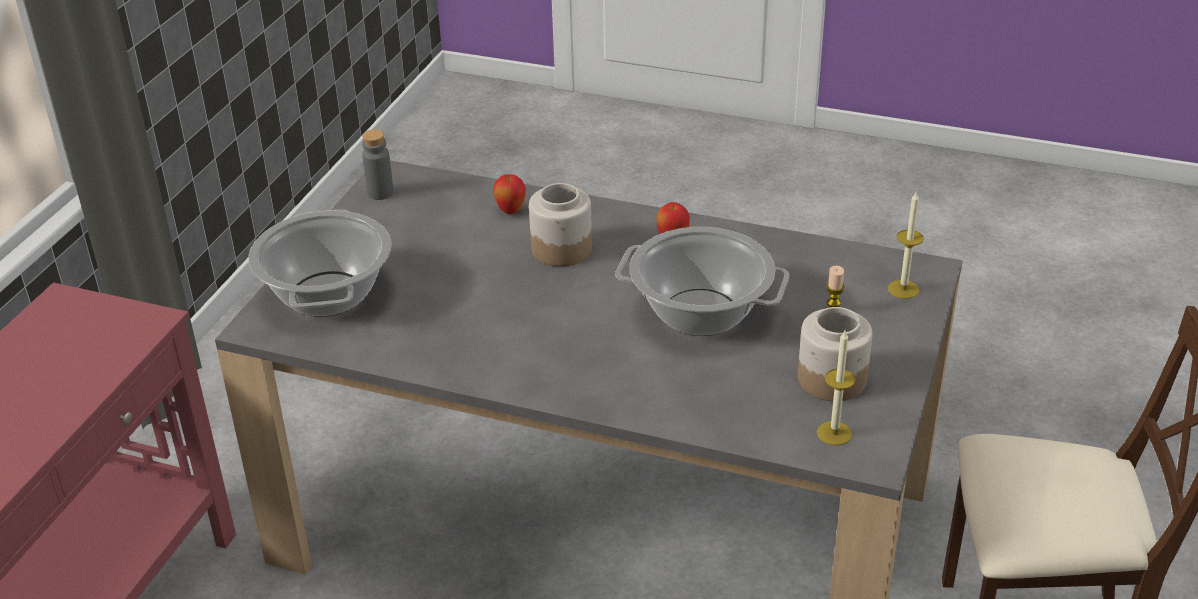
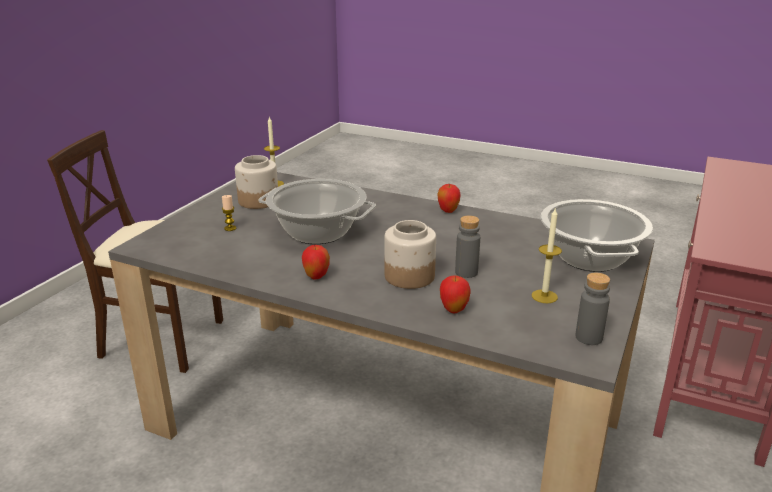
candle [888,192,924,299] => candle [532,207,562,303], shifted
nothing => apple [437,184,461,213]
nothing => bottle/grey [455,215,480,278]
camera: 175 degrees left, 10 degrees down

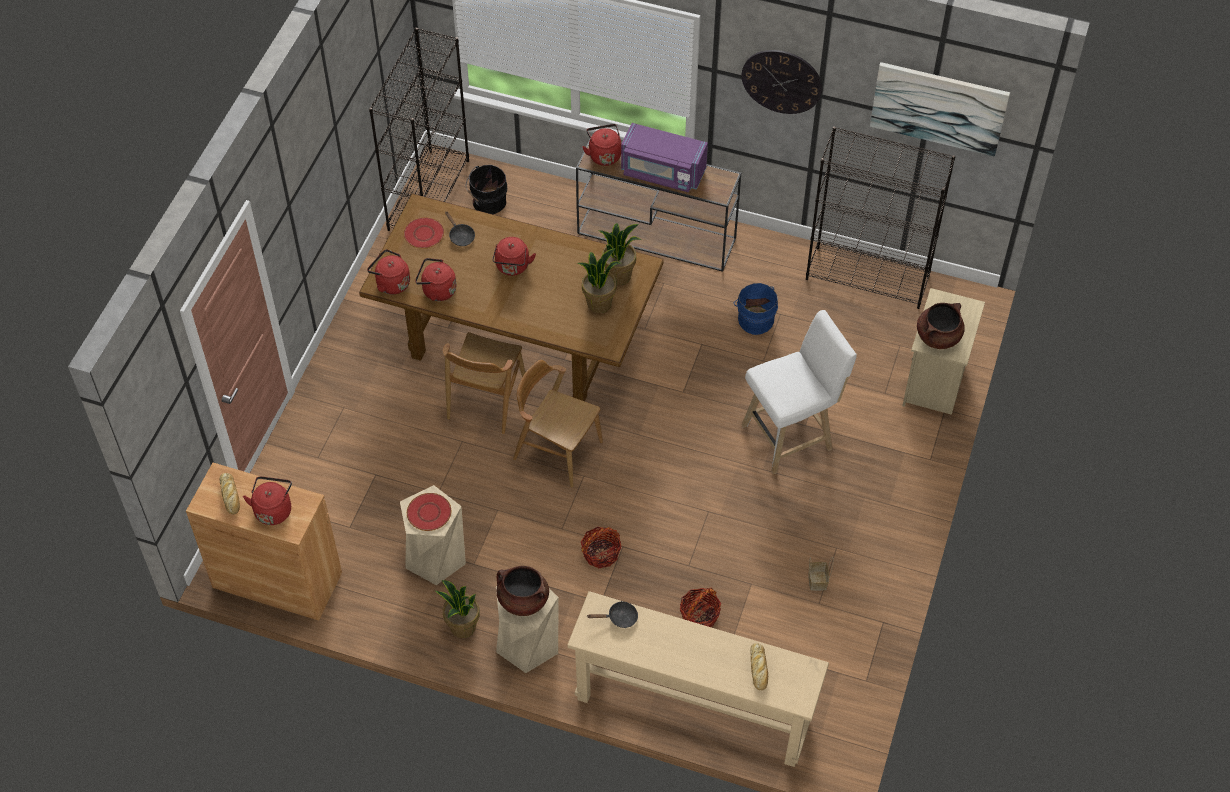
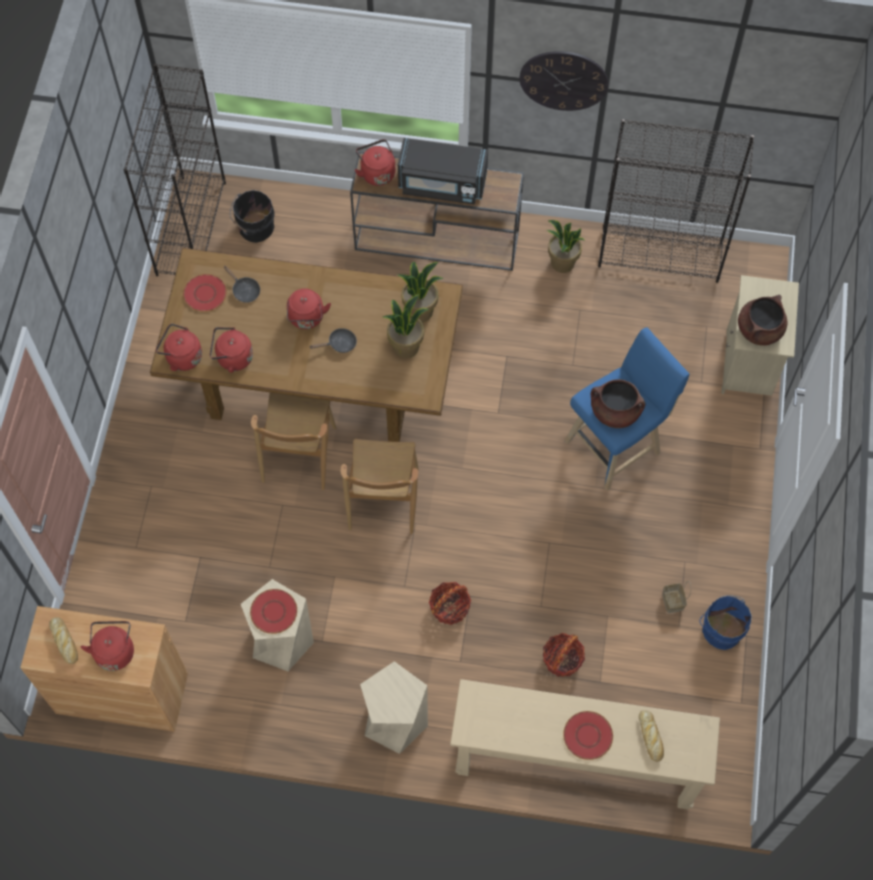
picture [870,62,1010,157] => nothing
microwave/purple [621,123,708,192] => microwave/black [398,138,488,204]
bucket/blue [734,283,778,335] => bucket/blue [700,595,752,650], shifted
stool/white [741,310,857,474] => stool/blue [564,328,689,491]
chair/brown [513,360,603,487] => chair/brown [341,439,419,534], 105 degrees counterclockwise
cooking pot/brown [496,566,549,616] => cooking pot/brown [590,379,645,428], shifted
potted plant [435,580,480,638] => potted plant [547,220,584,273], shifted
frying pan/black [587,601,638,628] => frying pan/black [310,328,357,353], shifted
nothing => plate/red [563,711,613,760]
camera: 10 degrees left, 10 degrees up

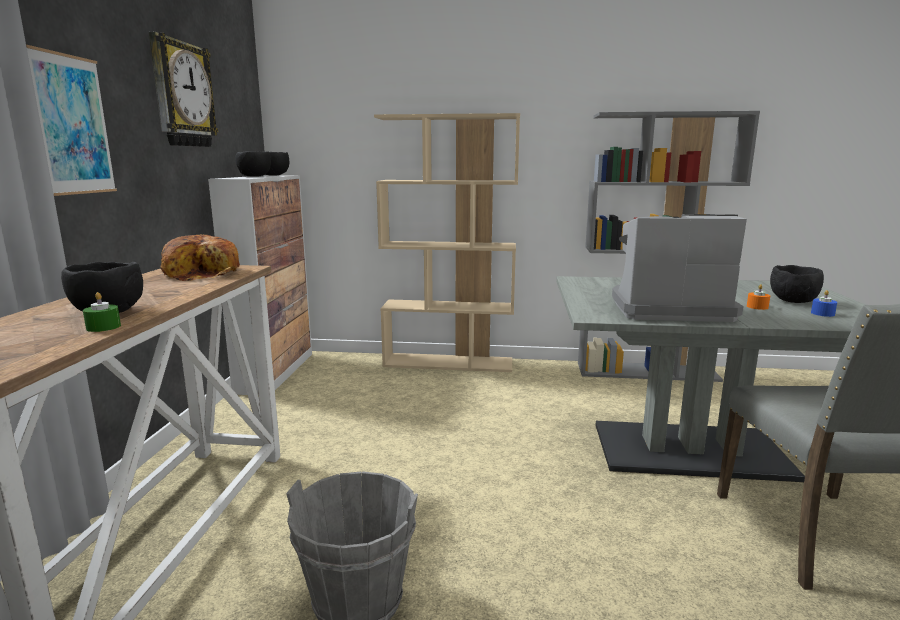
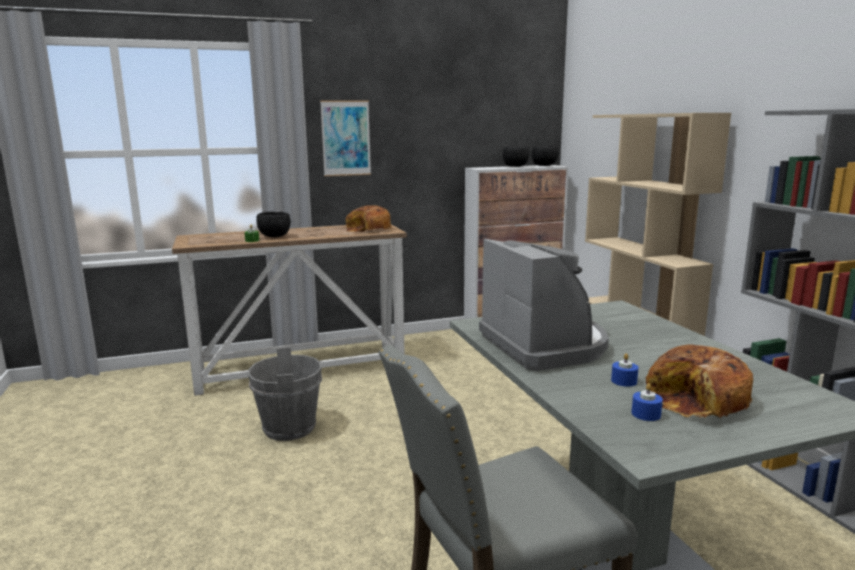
wall clock [149,32,219,147] => nothing
bowl/black [770,265,824,303] => bread [646,344,753,419]
candle/orange [747,284,770,310] => candle/blue [611,353,638,387]
camera: 65 degrees right, 0 degrees up

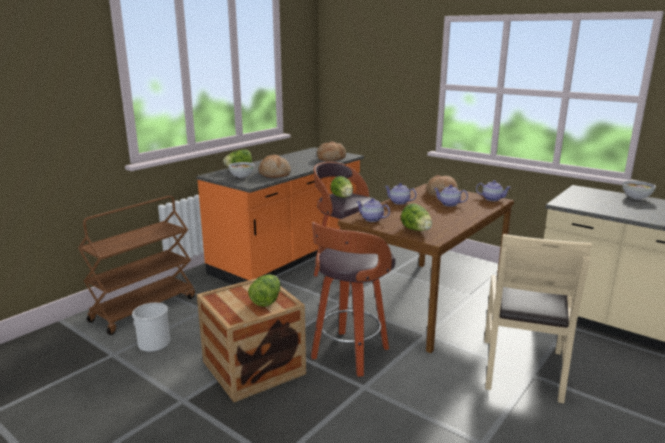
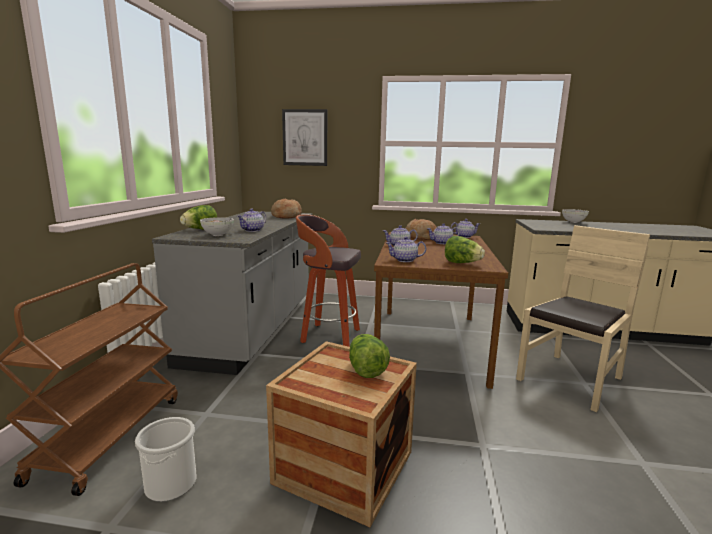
counter/orange [196,147,364,285] => counter/grey [152,211,312,375]
bread [258,155,291,178] => teapot [237,208,266,232]
lettuce [331,176,353,198] => nothing
stool [311,222,396,377] => nothing
chair/beige [484,234,592,403] => chair/beige [516,225,650,412], 120 degrees counterclockwise
nothing => picture [282,109,327,166]
camera: 30 degrees left, 5 degrees down

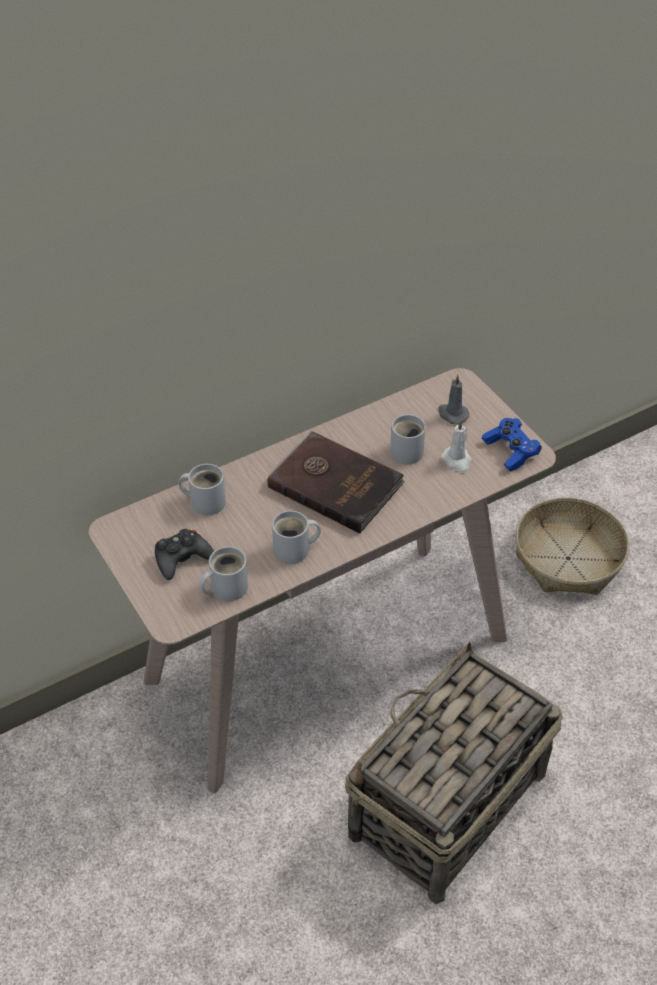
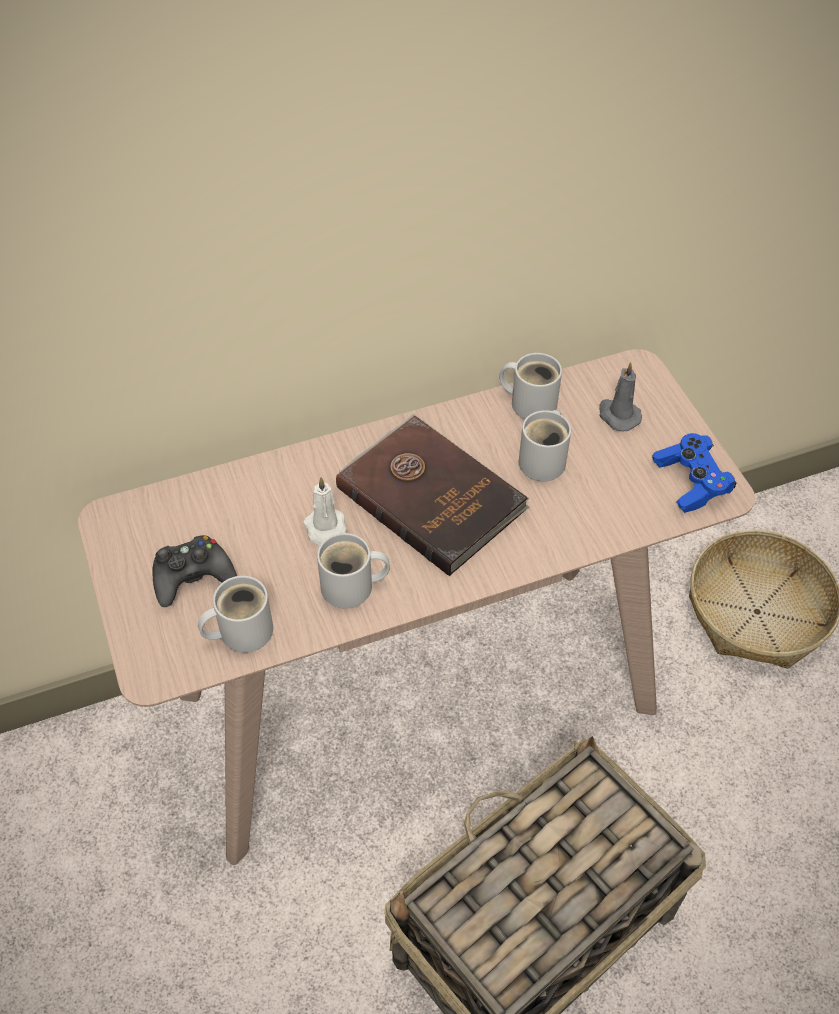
candle/white [441,420,472,473] => candle/white [303,477,347,546], shifted
mug/white [178,464,226,515] => mug/white [499,353,562,419], shifted
camera: 10 degrees right, 5 degrees up

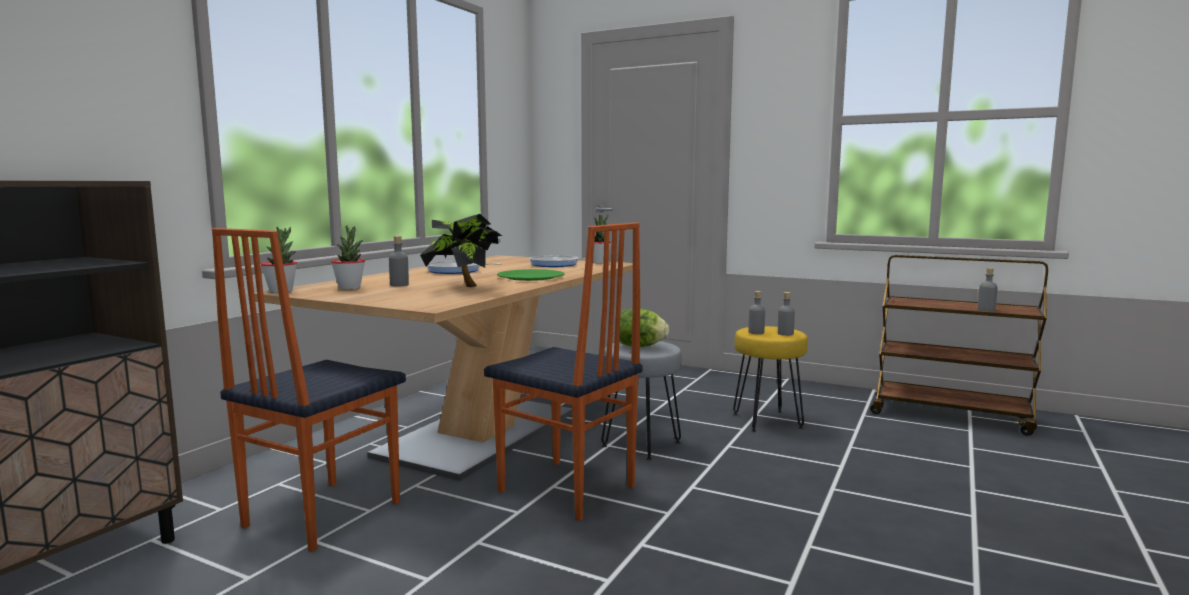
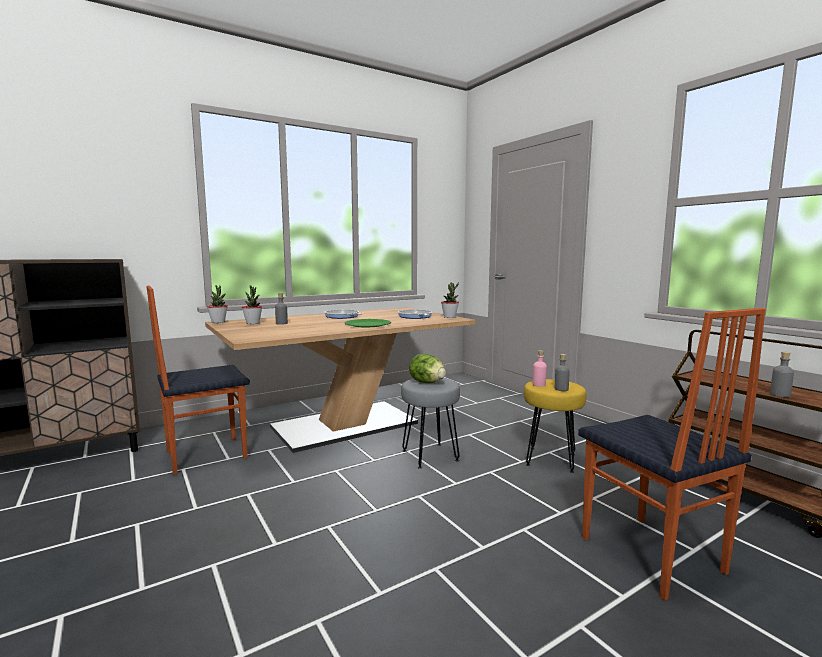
potted plant [420,214,502,287] => nothing
chair [484,222,642,521] => chair [578,308,766,601], shifted
bottle/grey [748,291,765,334] => bottle/pink [532,350,547,387]
camera: 30 degrees right, 0 degrees up

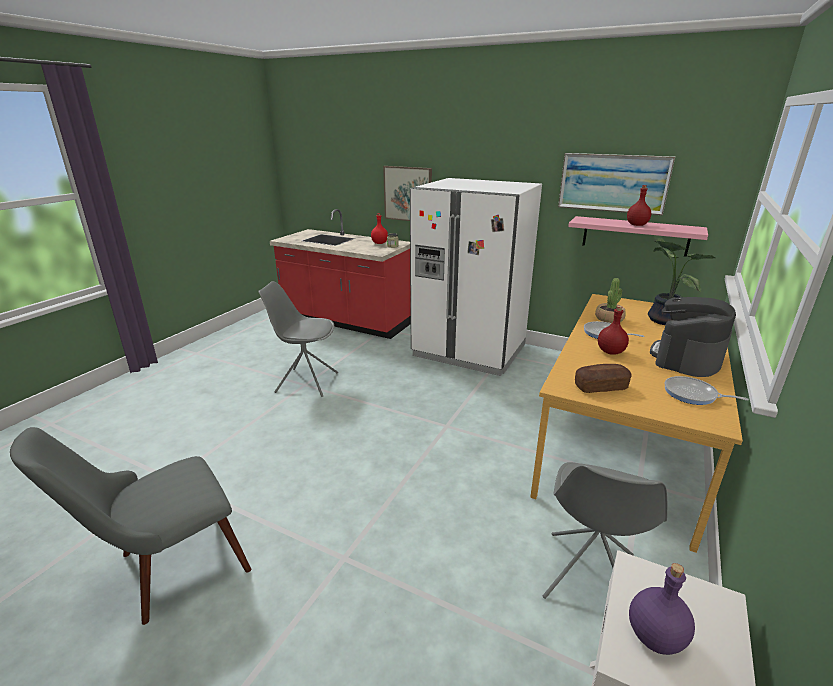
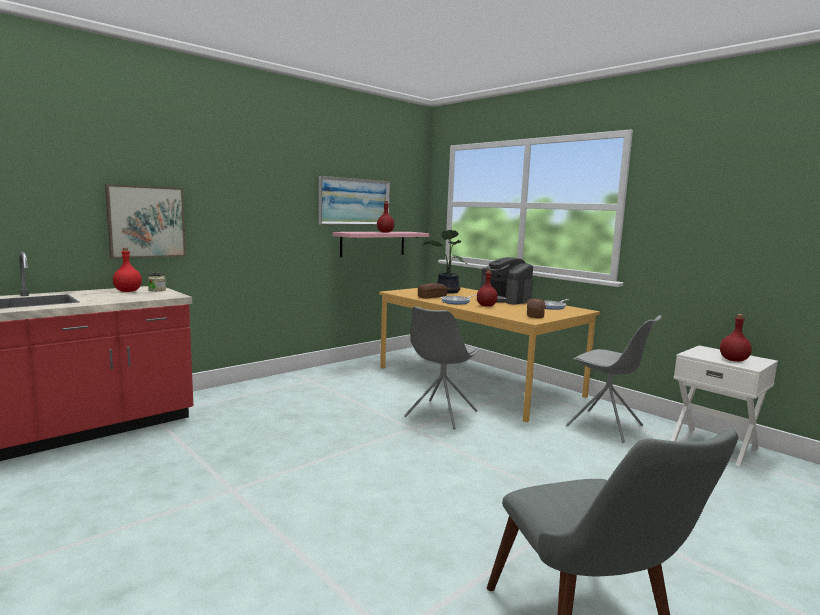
fridge/white [410,178,542,376] => nothing
potted plant [595,278,626,323] => bread [418,283,447,299]
chair/grey [258,281,338,397] => chair/grey [404,306,479,429], shifted
bottle/purple [629,563,695,655] => bottle/red [720,314,752,362]
camera: 70 degrees left, 15 degrees down

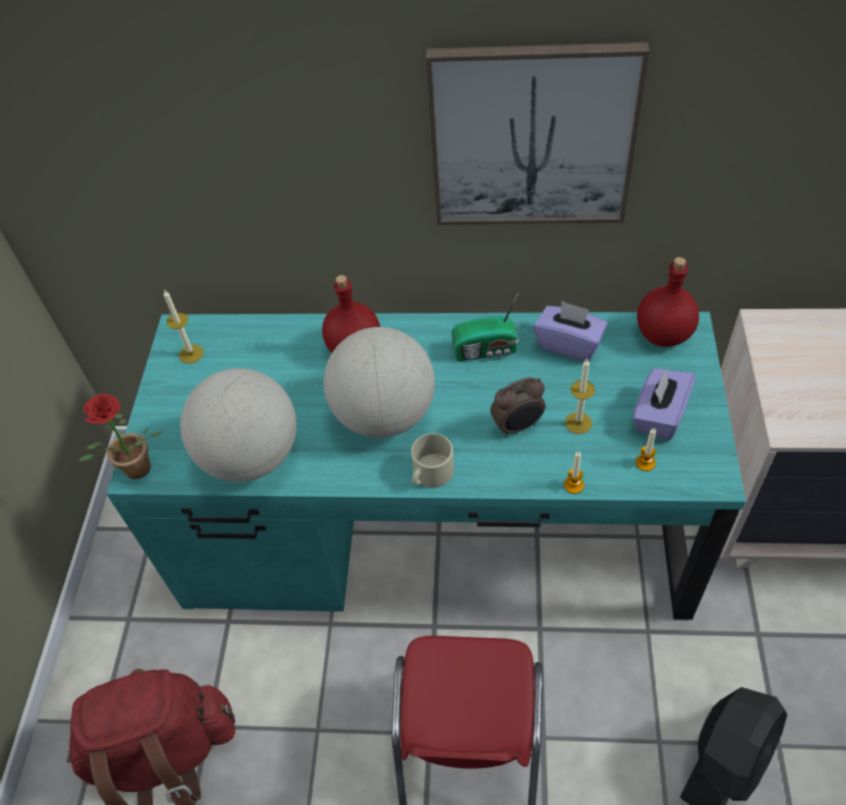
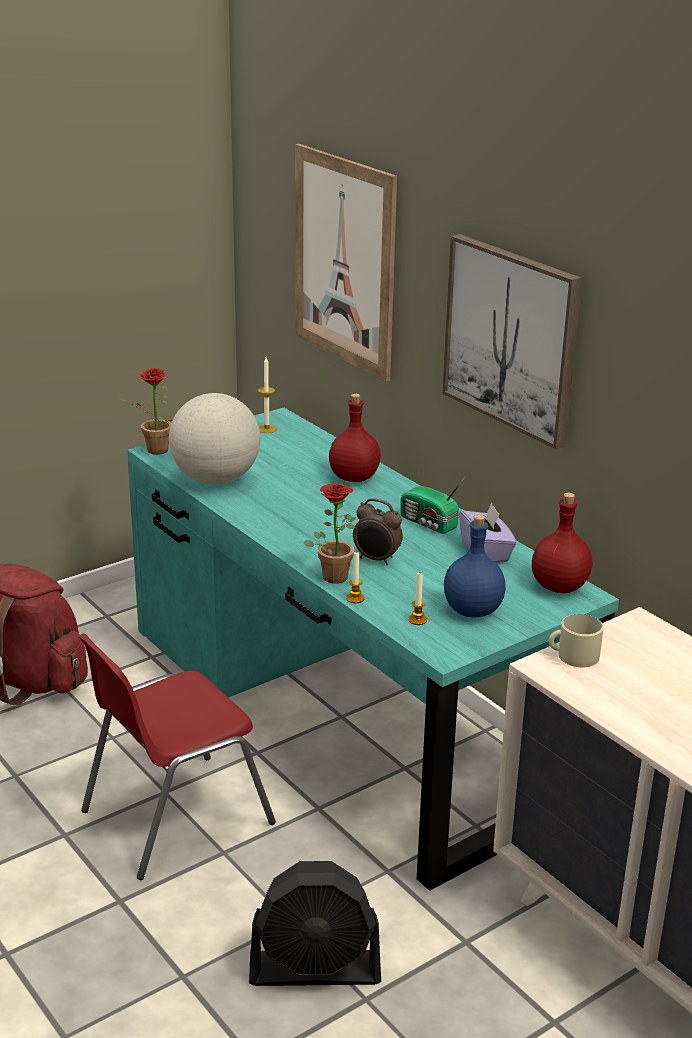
globe [324,327,435,438] => nothing
candle [565,359,595,434] => nothing
tissue box/purple [633,368,695,440] => bottle/blue [444,514,506,618]
mug/beige [411,433,454,488] => mug/beige [548,614,604,667], shifted
nothing => picture [295,144,397,382]
nothing => potted plant [303,483,356,584]
camera: 45 degrees right, 25 degrees down

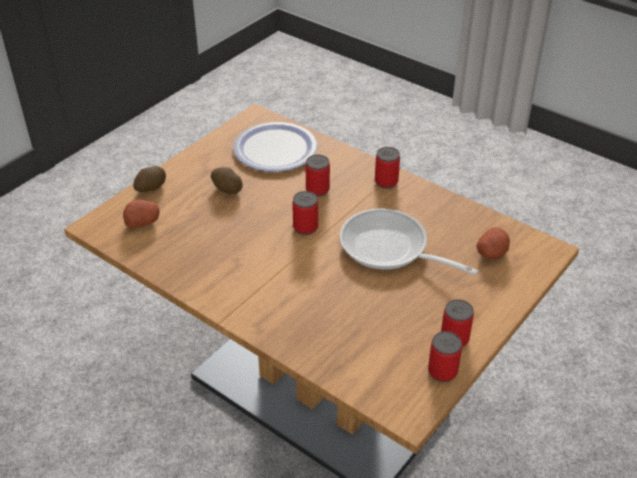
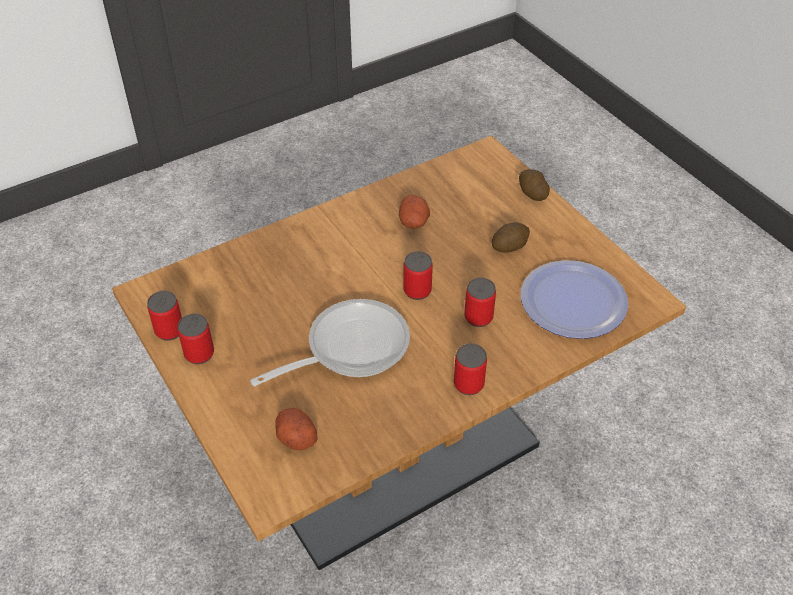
potato [123,199,160,229] => potato [399,195,430,229], shifted
camera: 110 degrees right, 5 degrees up

